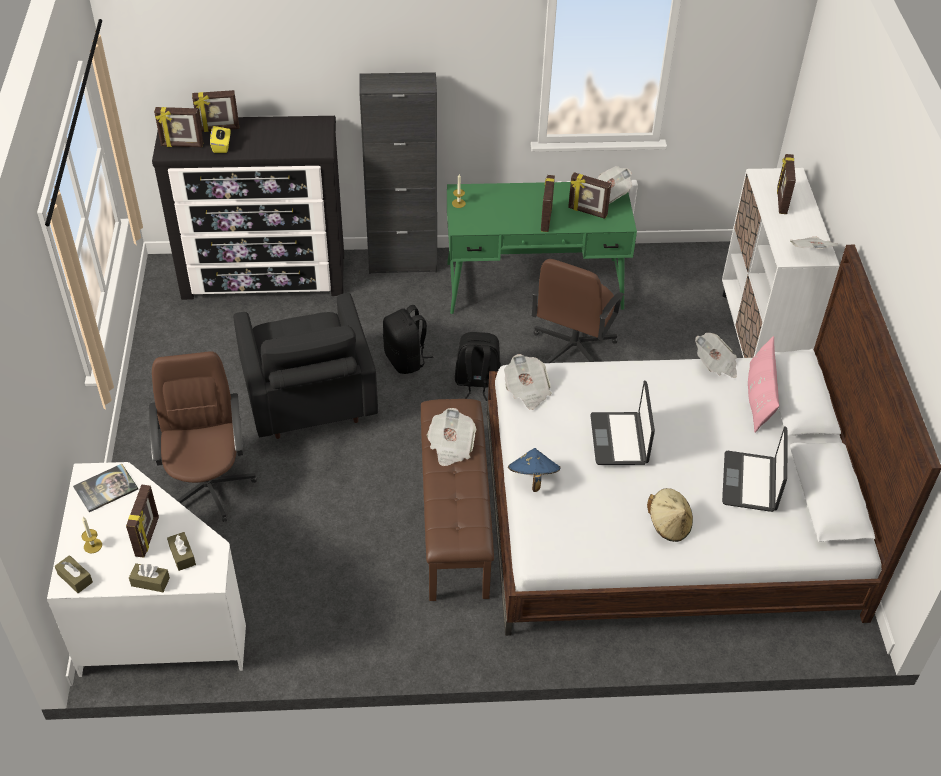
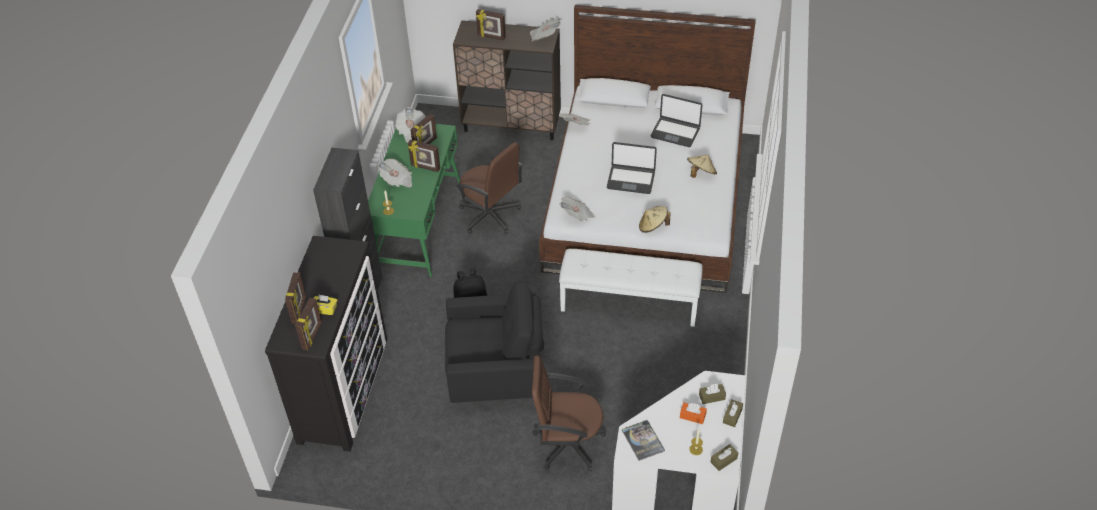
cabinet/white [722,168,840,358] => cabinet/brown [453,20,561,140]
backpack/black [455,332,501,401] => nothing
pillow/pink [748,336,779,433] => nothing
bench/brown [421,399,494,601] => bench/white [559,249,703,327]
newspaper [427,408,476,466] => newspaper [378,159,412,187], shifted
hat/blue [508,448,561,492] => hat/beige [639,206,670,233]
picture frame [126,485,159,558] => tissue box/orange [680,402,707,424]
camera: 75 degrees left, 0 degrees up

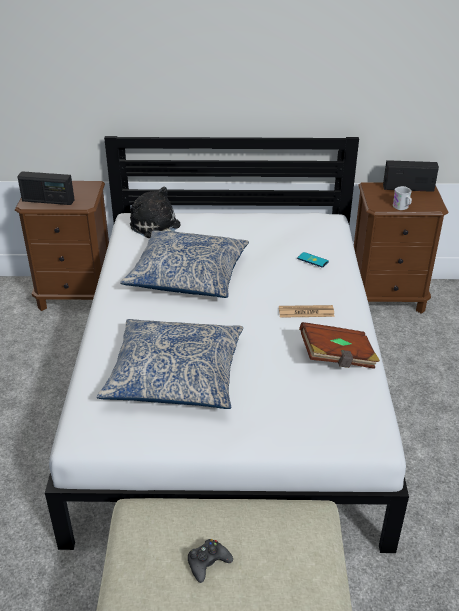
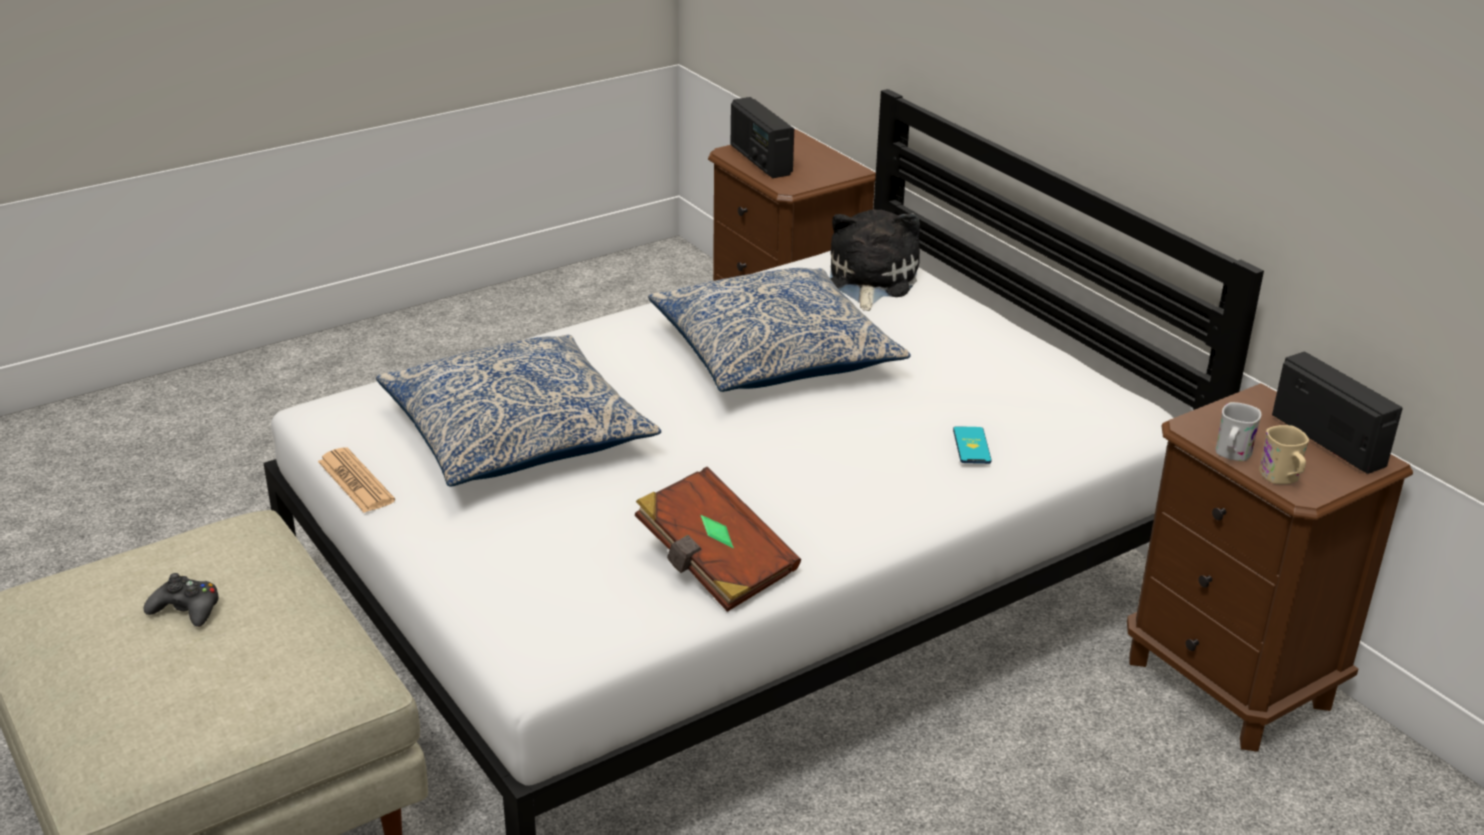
newspaper [279,305,334,318] => newspaper [318,448,395,513], shifted
nothing => mug/beige [1259,425,1309,484]
camera: 55 degrees right, 5 degrees down

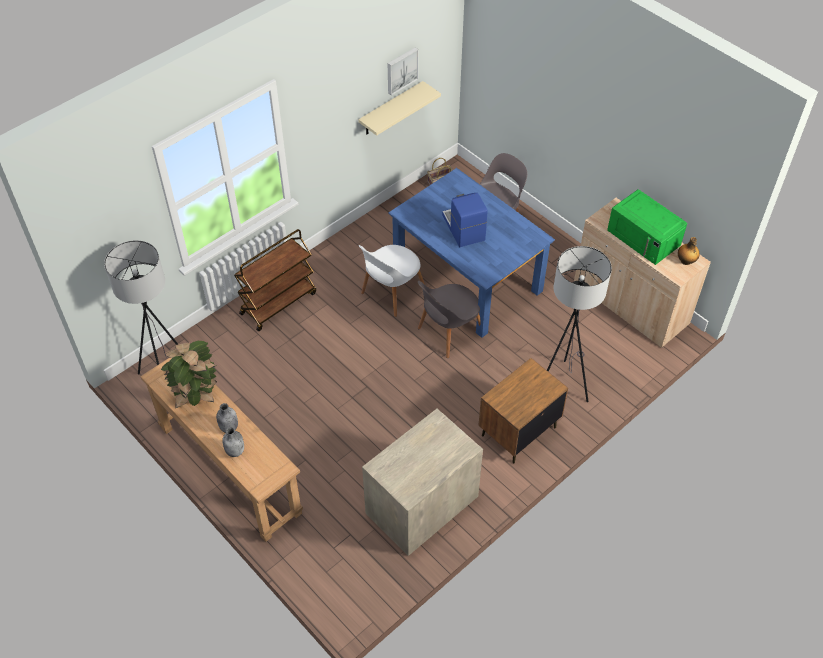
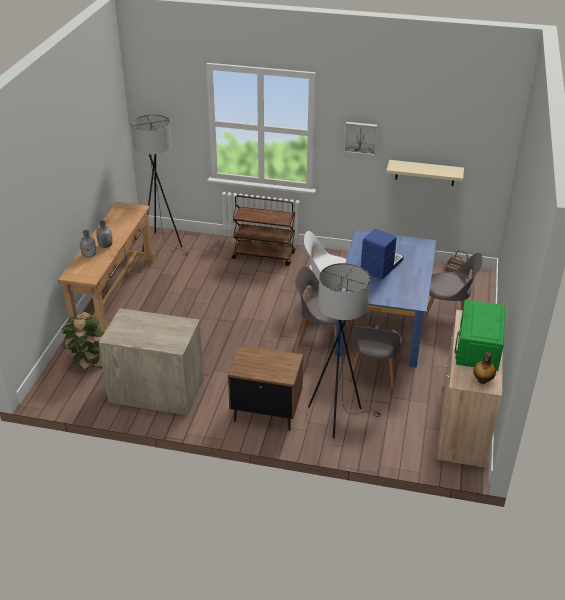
picture [388,47,418,95] => picture [344,122,378,155], shifted
potted plant [161,341,217,408] => potted plant [61,312,104,371], shifted
nothing => chair/grey [349,325,402,390]
camera: 55 degrees right, 15 degrees down

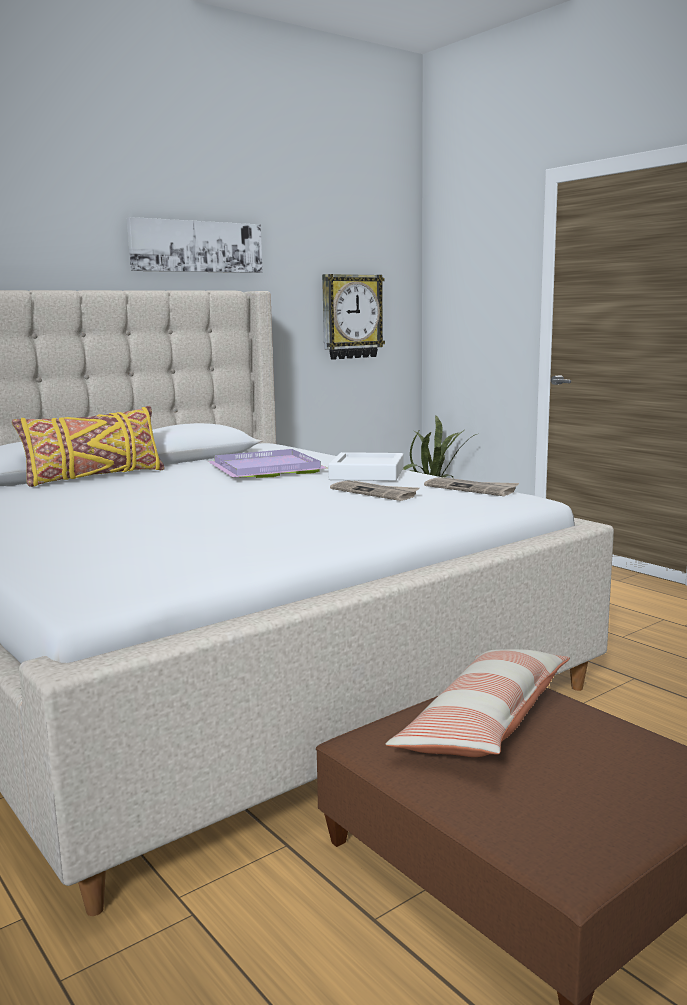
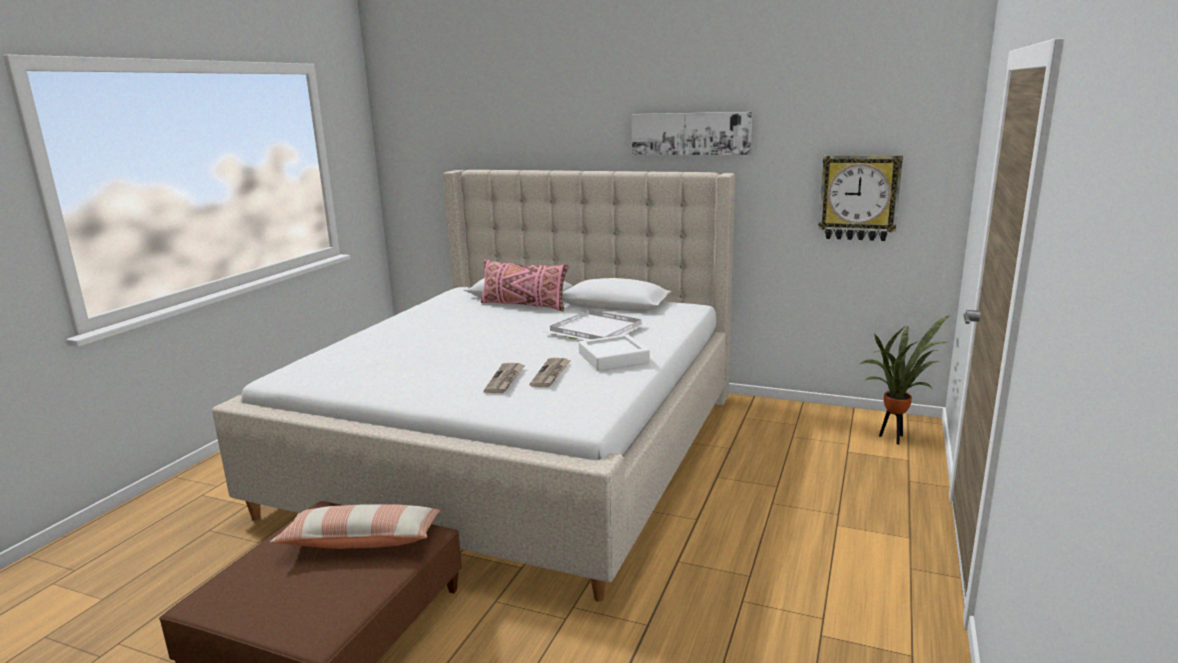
pillow/yellow [12,406,165,487] => pillow/pink [481,260,568,311]
tray/purple [208,449,327,478] => tray/white [544,310,646,340]
newspaper [424,477,519,496] => newspaper [484,363,525,393], shifted
camera: 60 degrees right, 5 degrees up

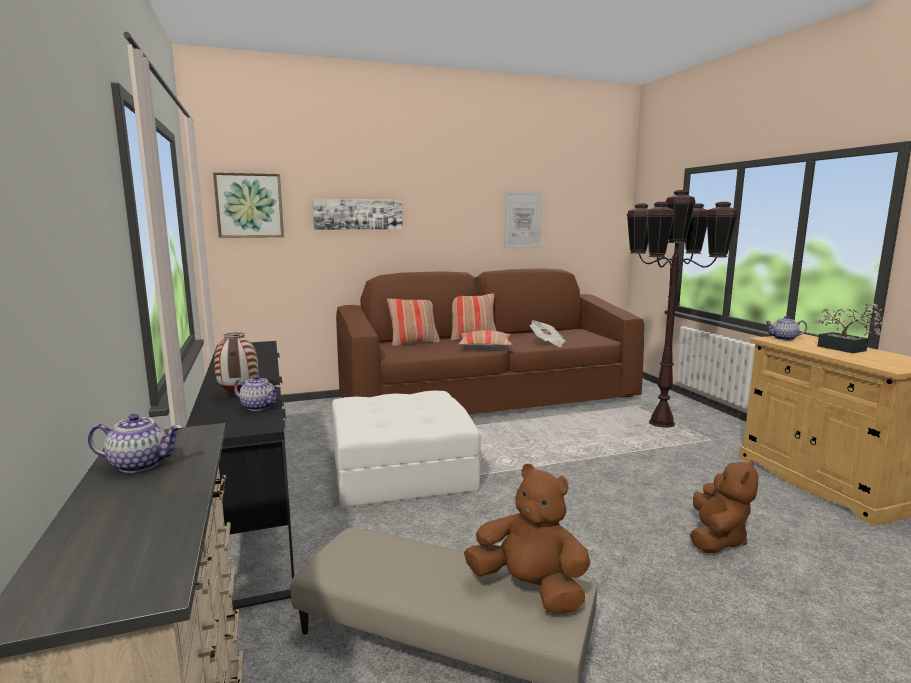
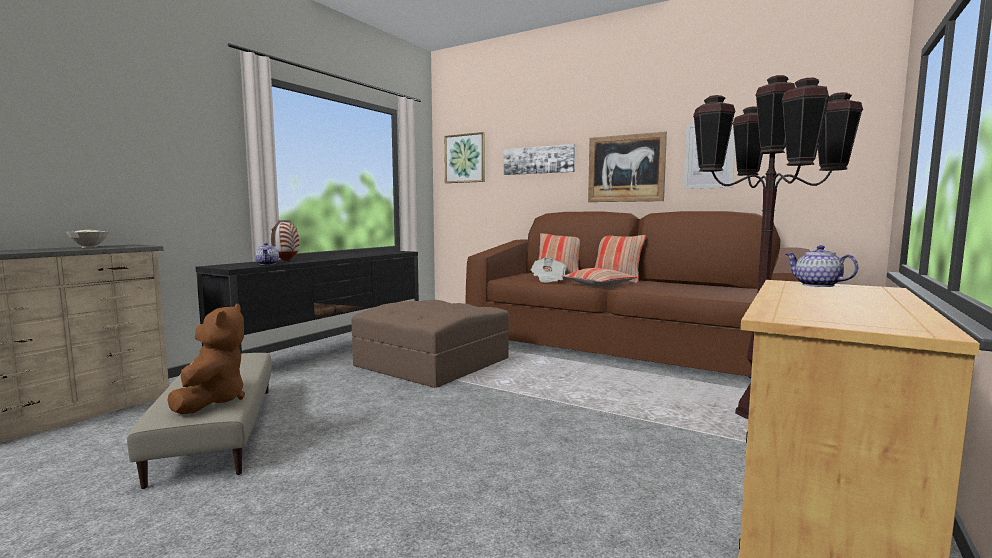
potted plant [813,303,888,353] => nothing
newspaper [530,320,566,347] => newspaper [531,258,566,283], shifted
ottoman/white [332,390,481,507] => ottoman/brown [351,300,509,388]
teapot [88,414,182,473] => bowl/white [66,230,110,248]
plush toy/brown [690,459,758,553] => nothing
nothing => picture [588,131,667,202]
camera: 50 degrees right, 5 degrees down

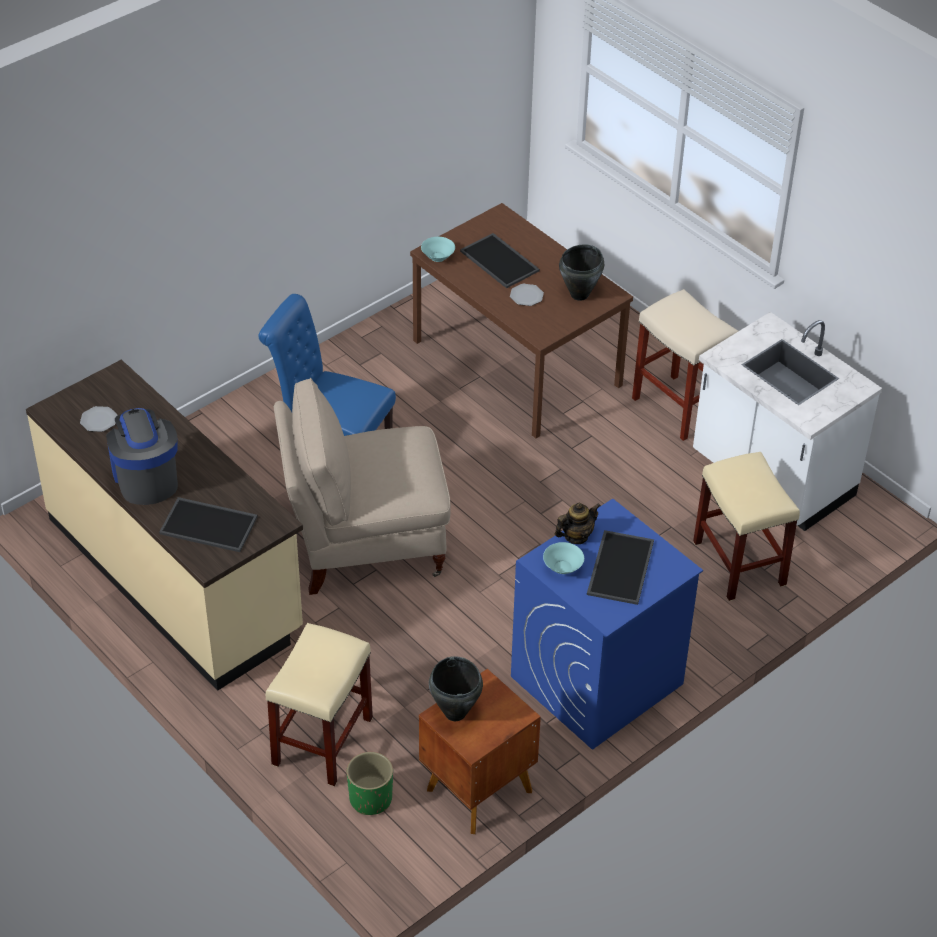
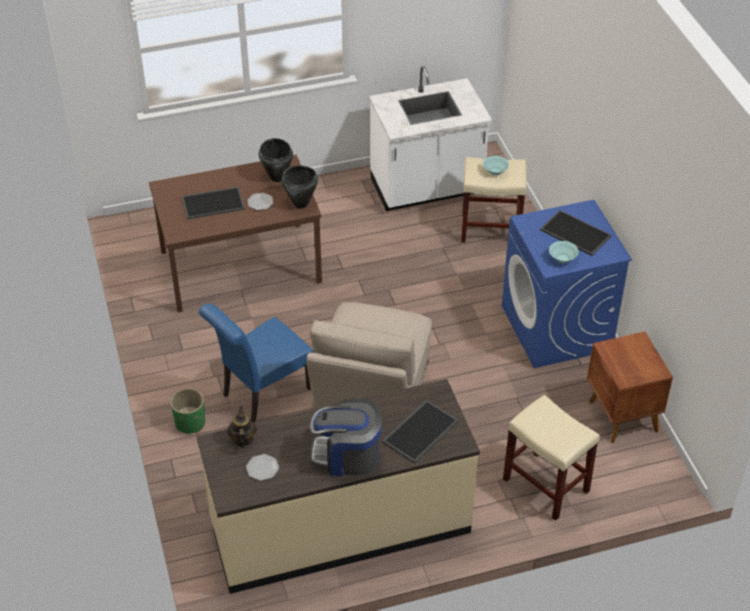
bowl/turquoise [421,237,455,262] => bowl/turquoise [483,156,509,175], shifted
stool/beige [632,289,738,441] => nothing
teapot [555,502,601,544] => teapot [227,406,257,448], shifted
cooking pot/black [429,656,483,721] => cooking pot/black [281,166,318,208], shifted
planter/green [347,752,393,815] => planter/green [170,389,205,434], shifted
camera: 65 degrees left, 0 degrees up

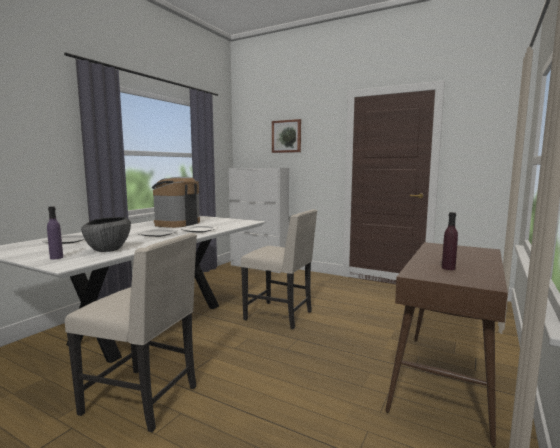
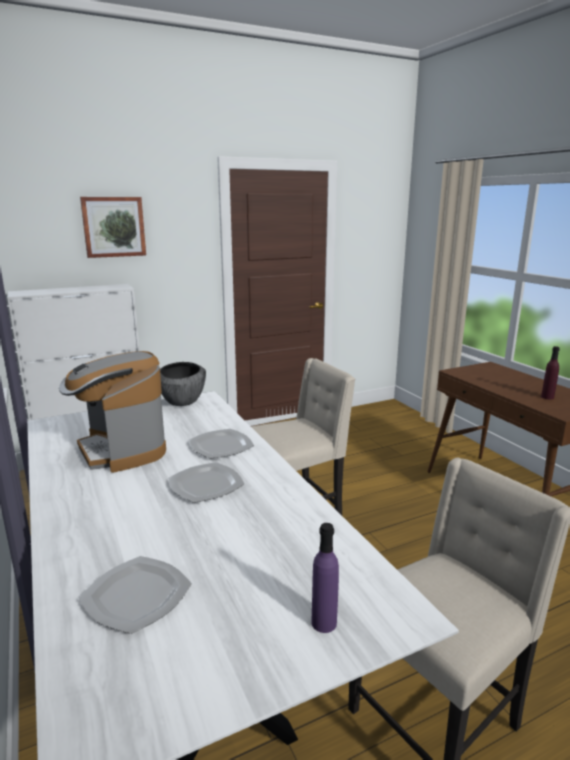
bowl [81,217,131,252] => bowl [160,362,206,406], shifted
camera: 55 degrees left, 10 degrees up

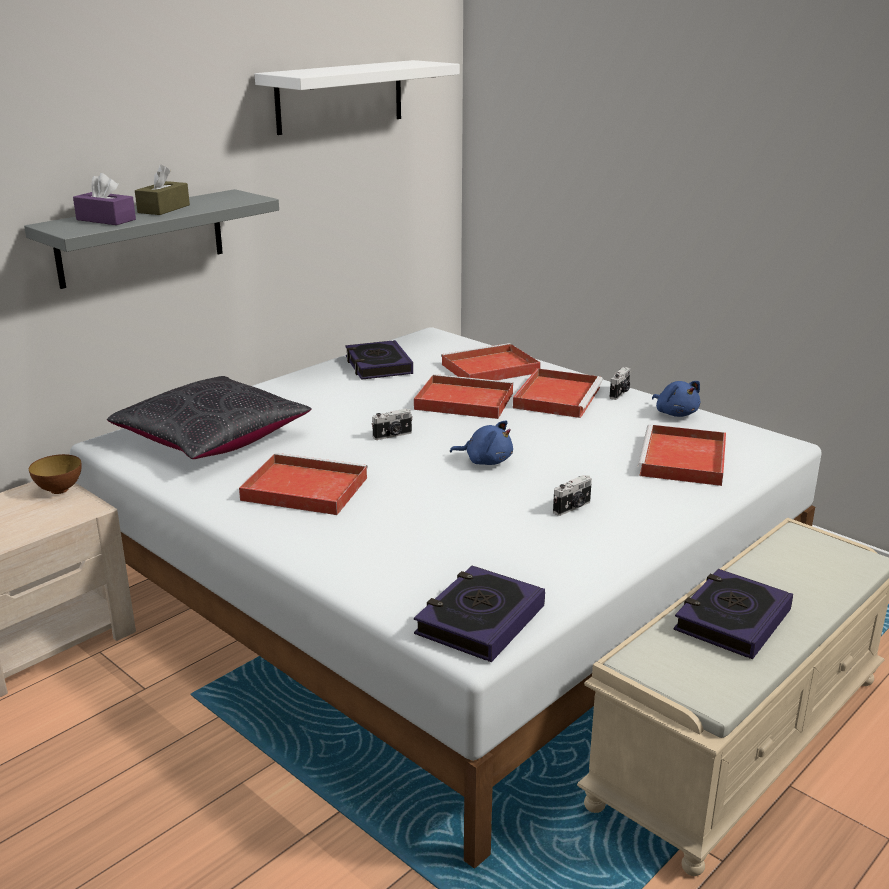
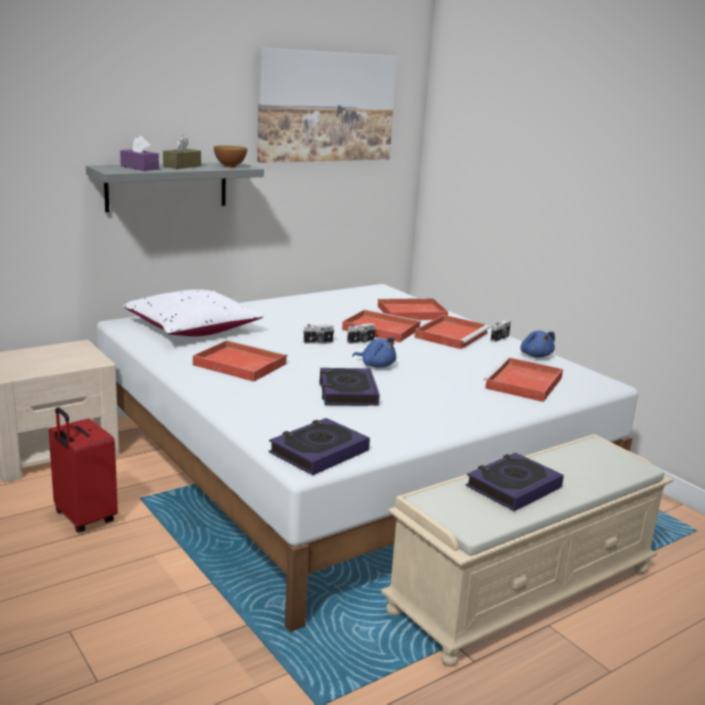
shelf/white [255,60,460,135] => picture [257,47,397,163]
book [345,340,413,380] => book [319,368,380,406], shifted
pillow/black [107,376,312,459] => pillow/white [123,289,264,336]
bowl [29,454,82,494] => bowl [214,146,247,168], shifted
photo camera [553,475,592,516] => photo camera [347,323,375,344], shifted
nothing => suitcase/red [49,407,118,533]
camera: 10 degrees right, 5 degrees down

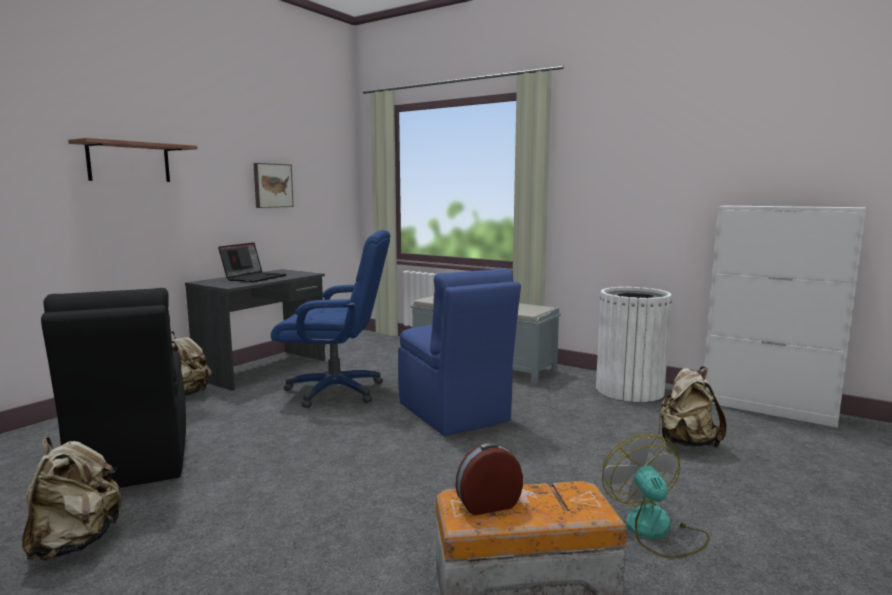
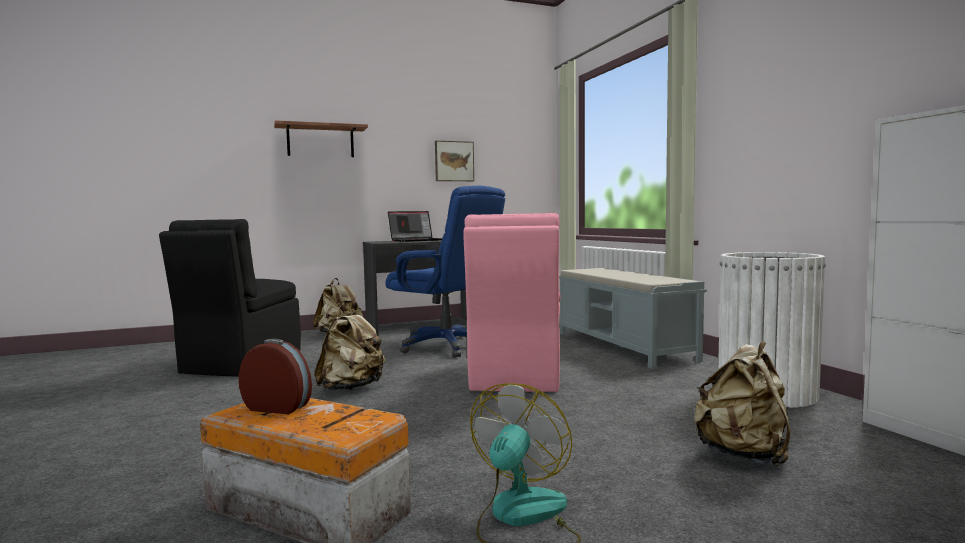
chair/blue [398,268,521,436] => chair/pink [463,213,561,392]
backpack/beige [22,437,124,561] => backpack/beige [314,306,385,391], shifted
camera: 35 degrees right, 5 degrees down

